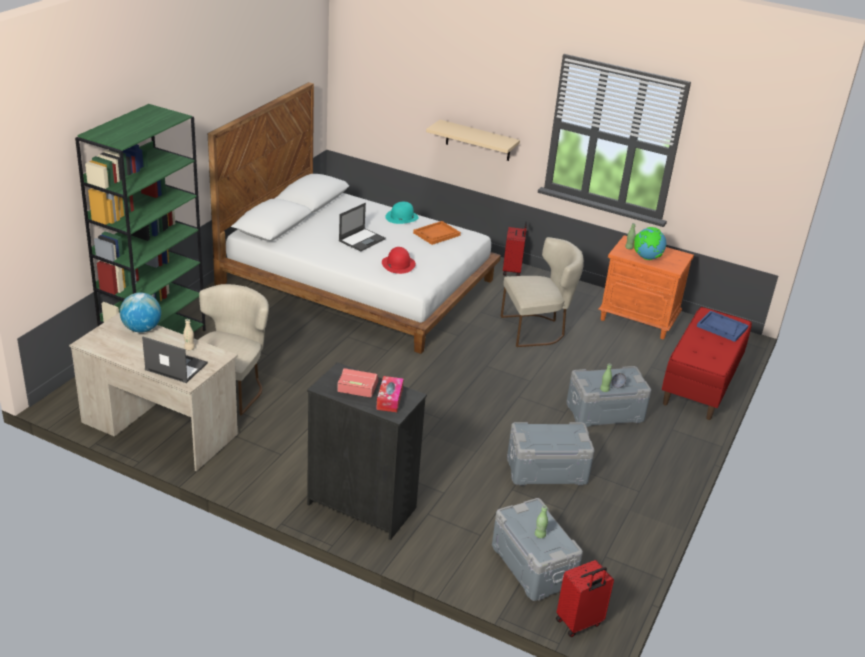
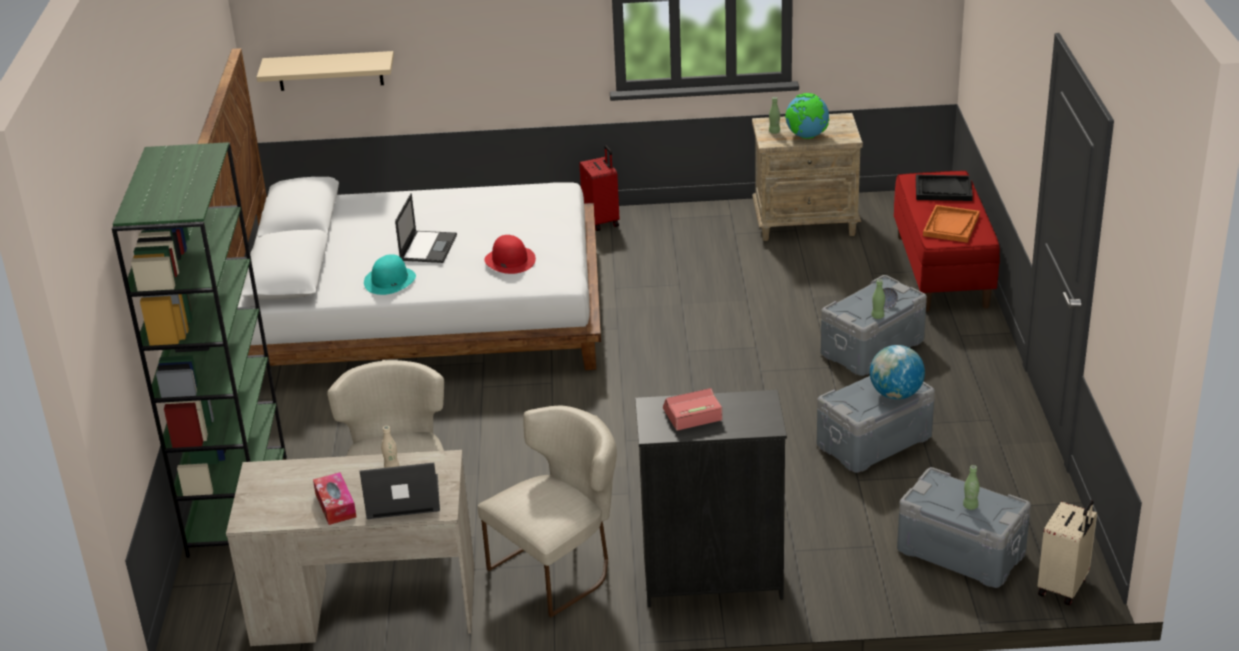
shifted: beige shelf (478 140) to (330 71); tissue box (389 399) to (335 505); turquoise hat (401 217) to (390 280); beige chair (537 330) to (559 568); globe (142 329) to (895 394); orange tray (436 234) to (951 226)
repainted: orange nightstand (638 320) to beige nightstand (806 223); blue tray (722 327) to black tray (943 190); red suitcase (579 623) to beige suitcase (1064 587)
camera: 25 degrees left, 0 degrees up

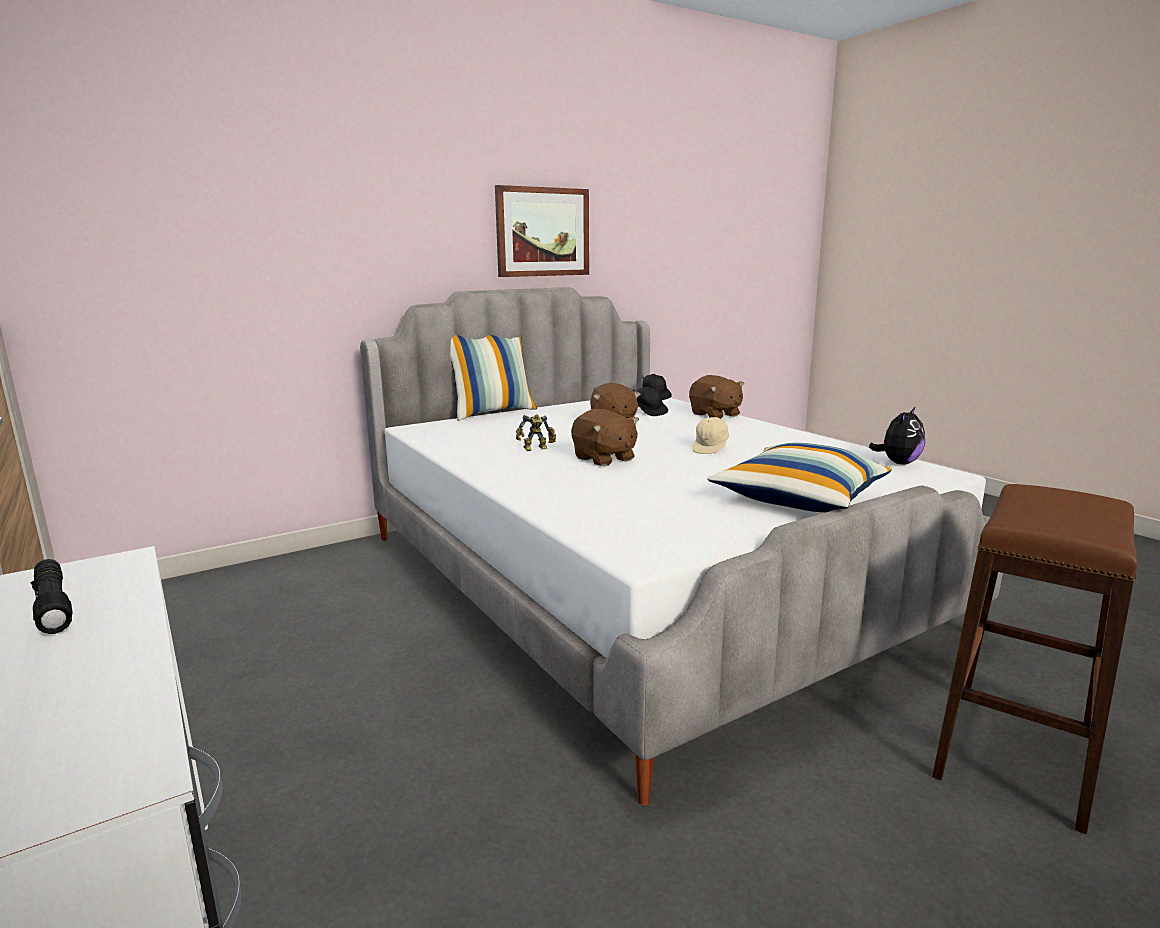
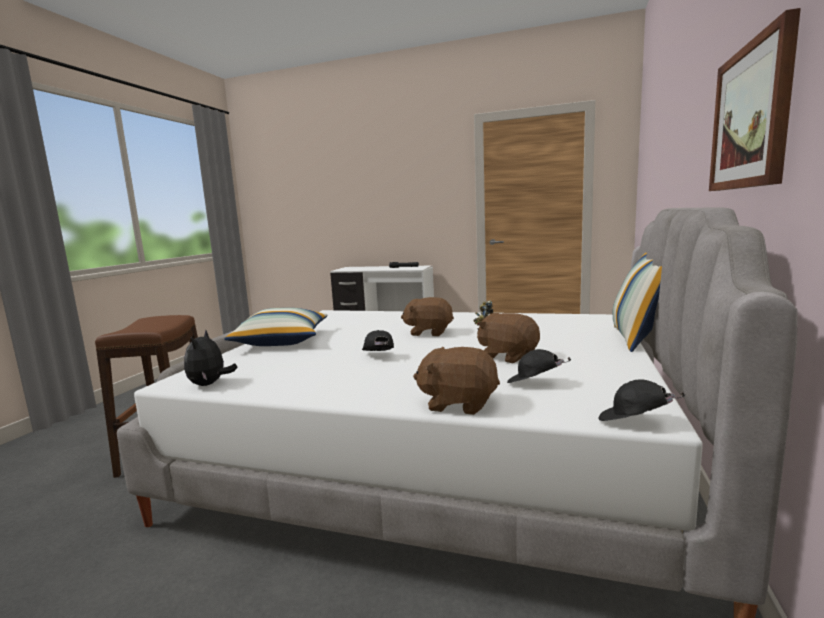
repainted: beige cap (711 448) to black cap (378 357)
camera: 140 degrees right, 5 degrees down

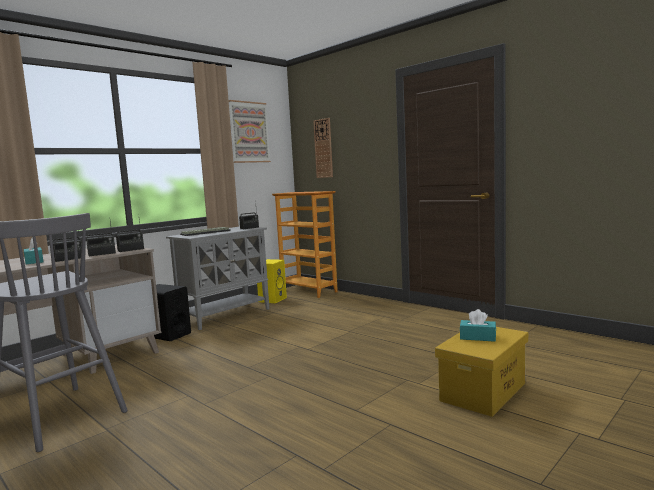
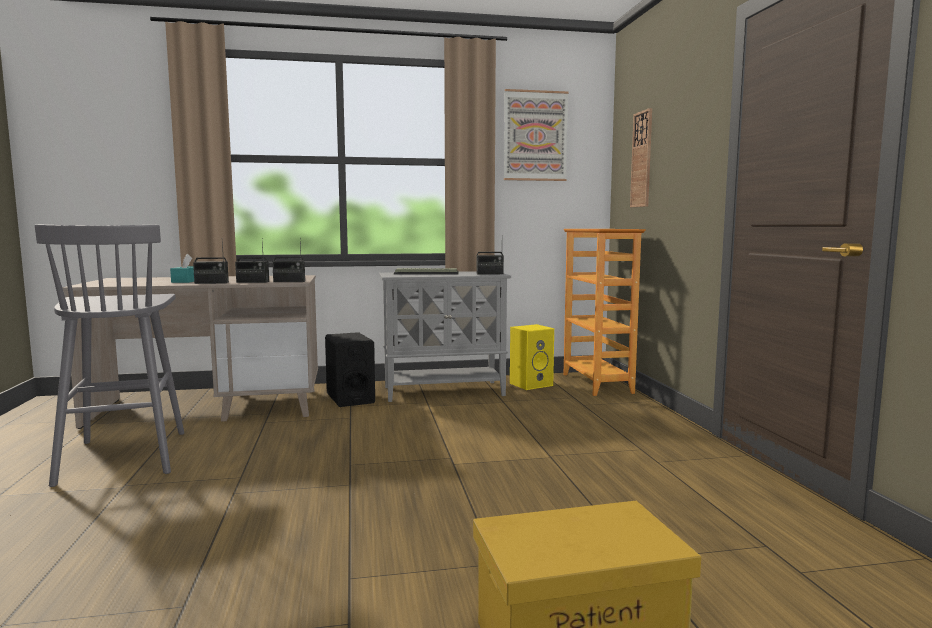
gone: turquoise tissue box (478 337)
camera: 35 degrees right, 0 degrees up

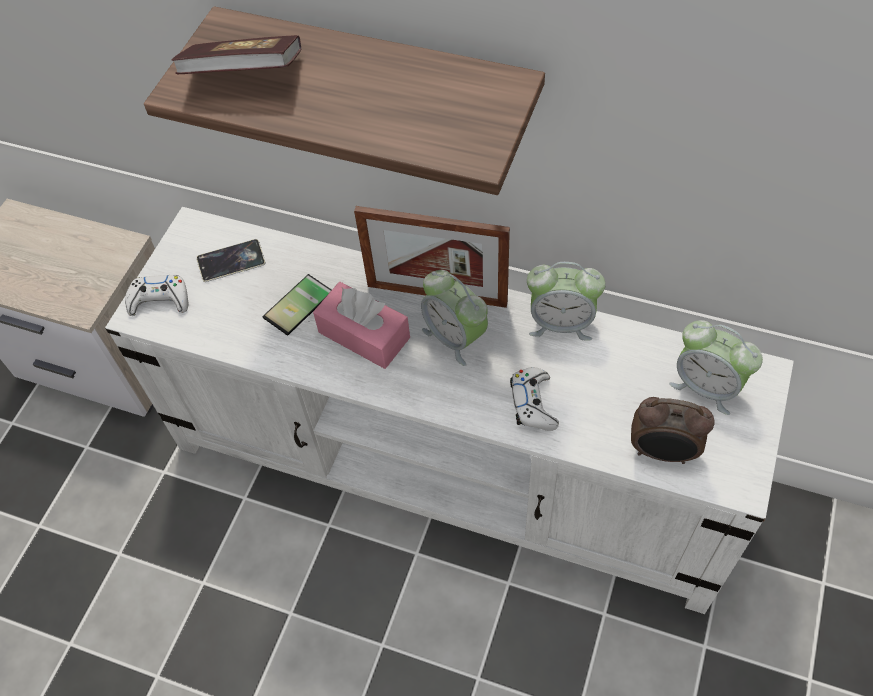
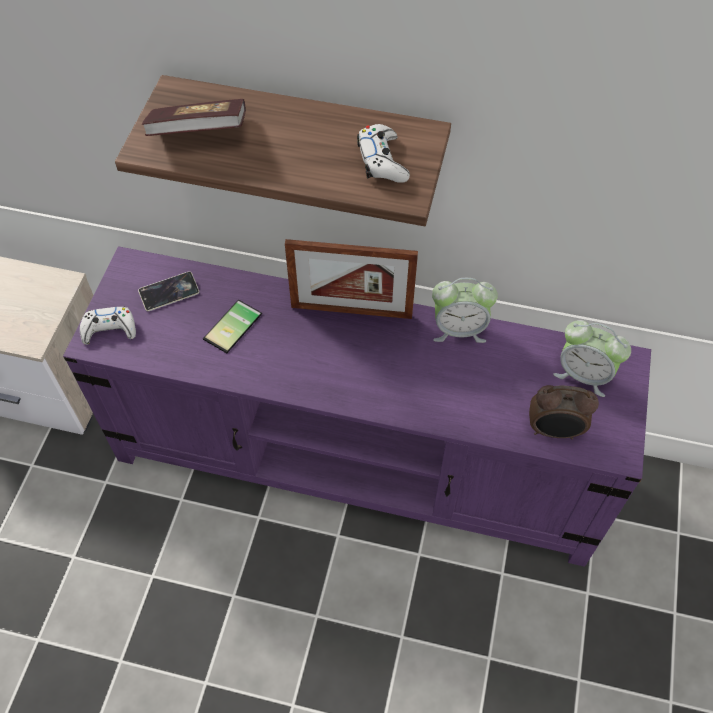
gone: pink tissue box (364 335); alarm clock (455 337)
shifted: white game controller (533 404) to (382 161)
repainted: white tv stand (450 466) to purple tv stand (359 458)
camera: 10 degrees left, 0 degrees up

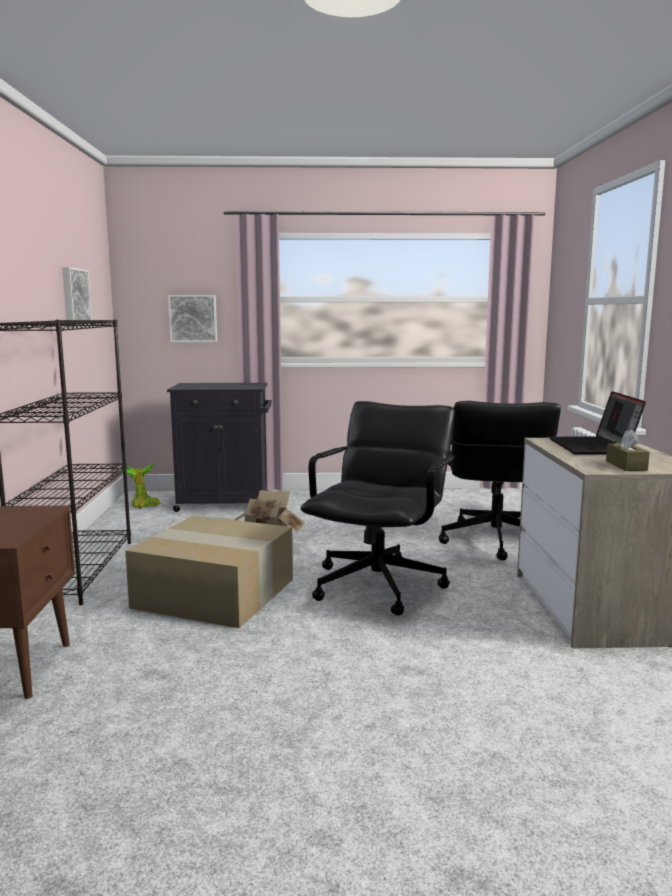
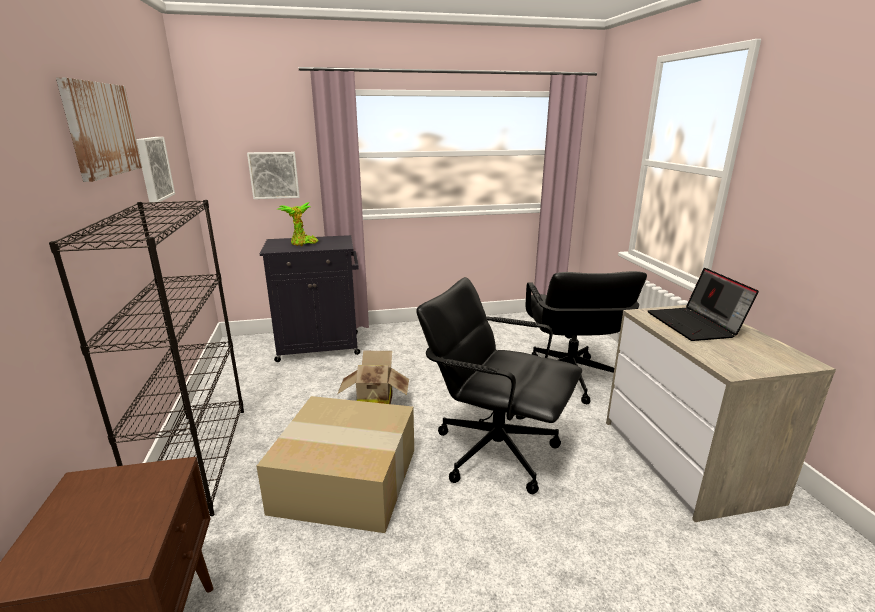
gone: brown tissue box (626 466)
new: picture (101 129)
shifted: potted plant (143 506) to (302 244)
rotated: black office chair (379 585) = (495 450) 75 degrees counterclockwise
camera: 10 degrees left, 10 degrees up

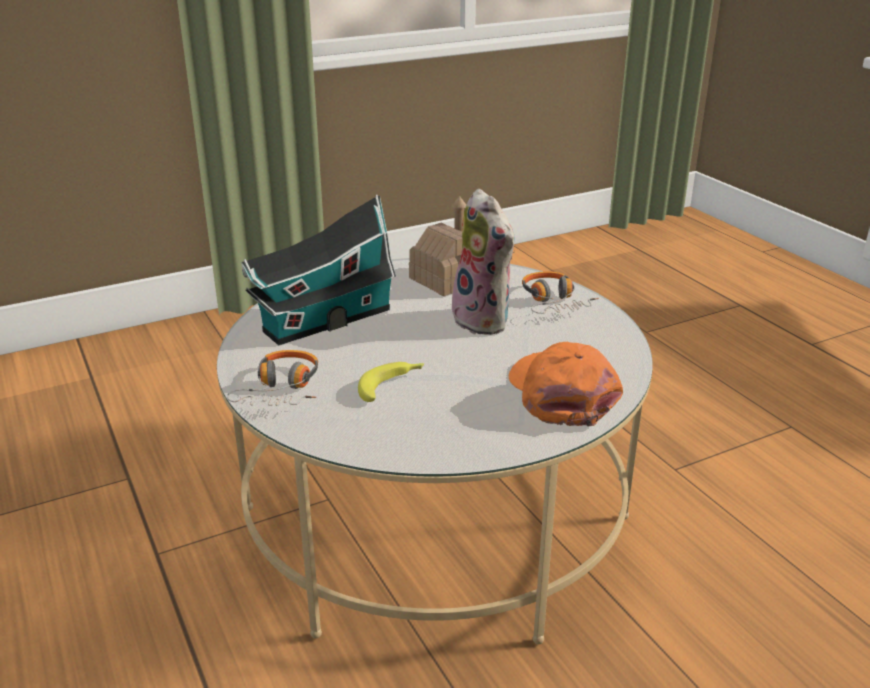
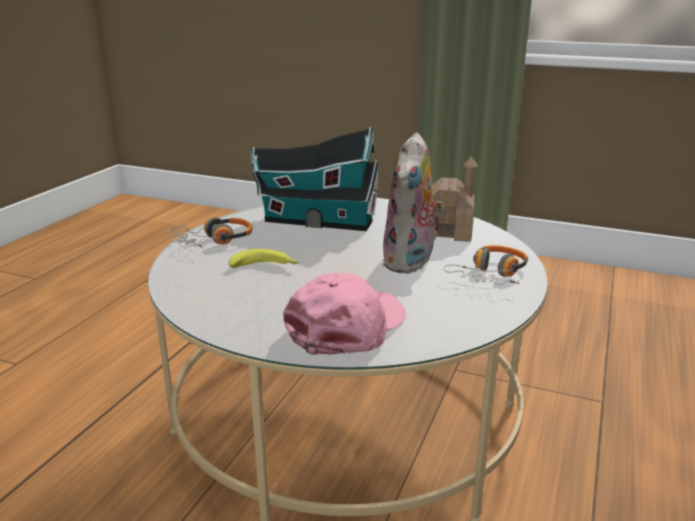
repainted: orange cap (561 393) to pink cap (347 326)
camera: 50 degrees right, 5 degrees down

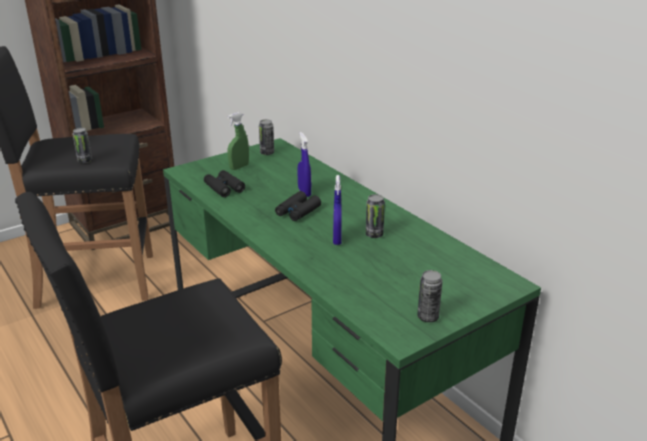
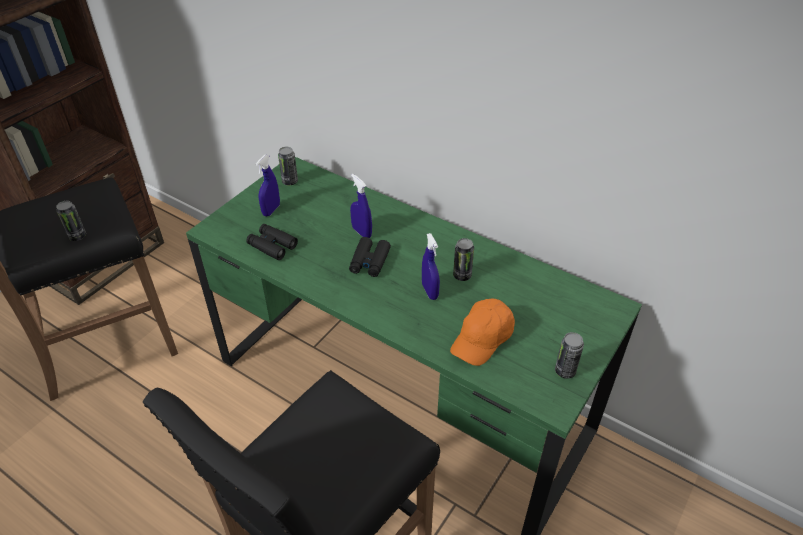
new: orange cap (483 339)
repainted: green spray bottle (239 167) to blue spray bottle (271 210)
camera: 20 degrees left, 15 degrees up

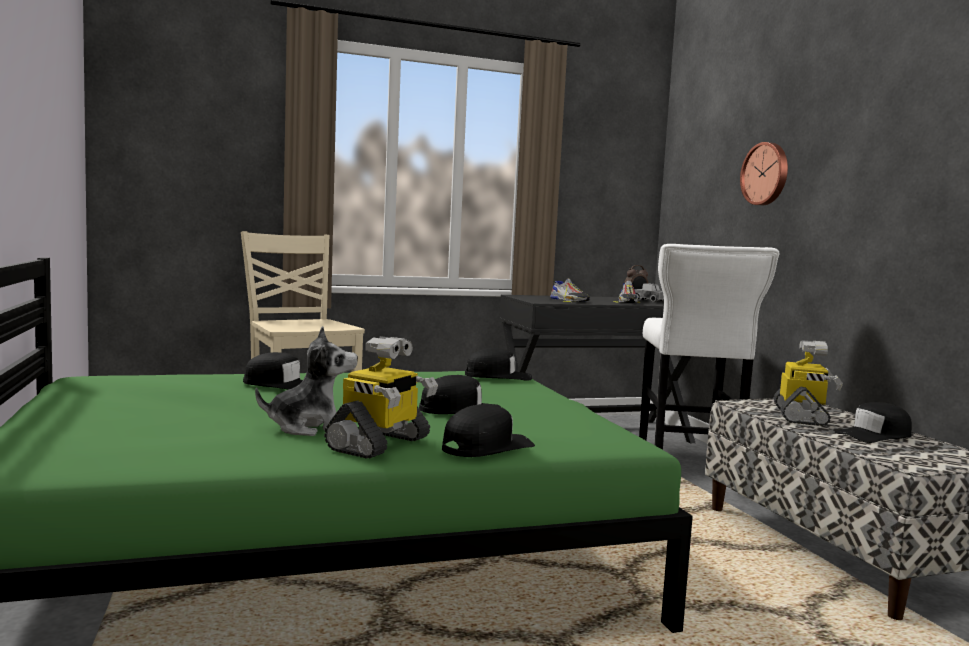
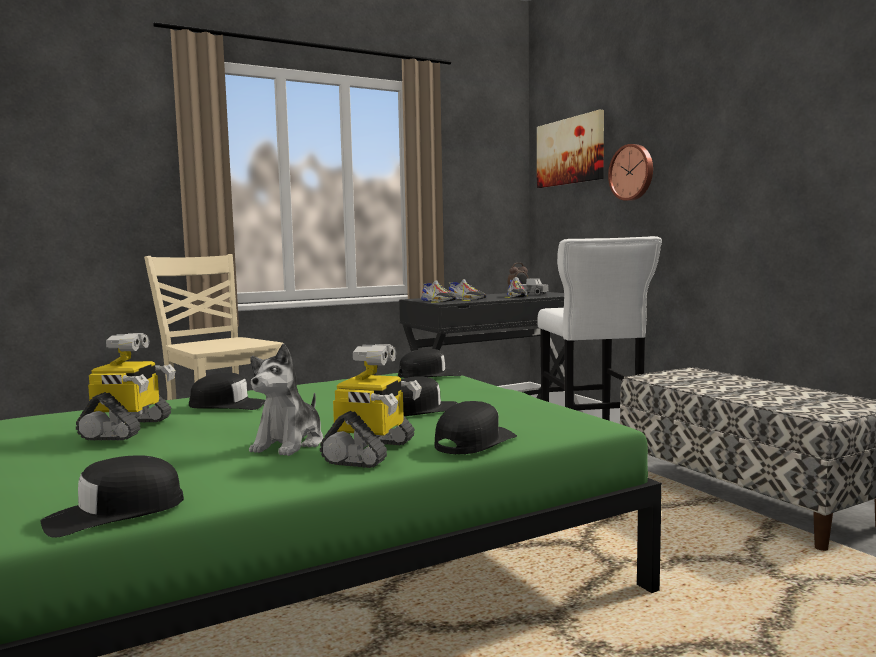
new: shoe (438 301); picture (570 151)
shifted: black cap (874 435) to (115 513); toy robot (801 417) to (129 429)
rotated: plush toy (310 427) = (290 444) 135 degrees clockwise
camera: 10 degrees left, 0 degrees up

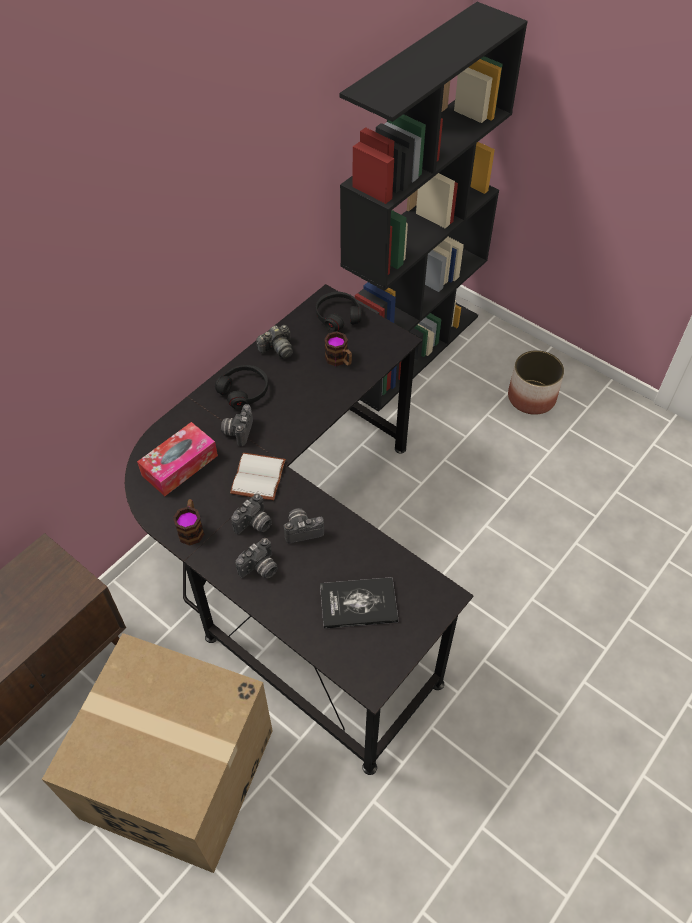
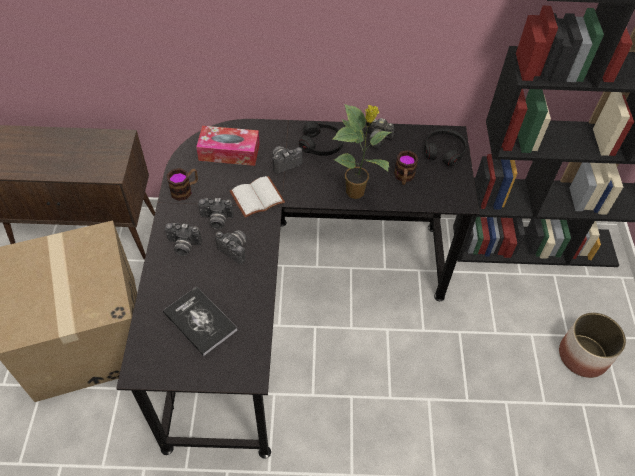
new: potted plant (356 192)
camera: 50 degrees right, 0 degrees up

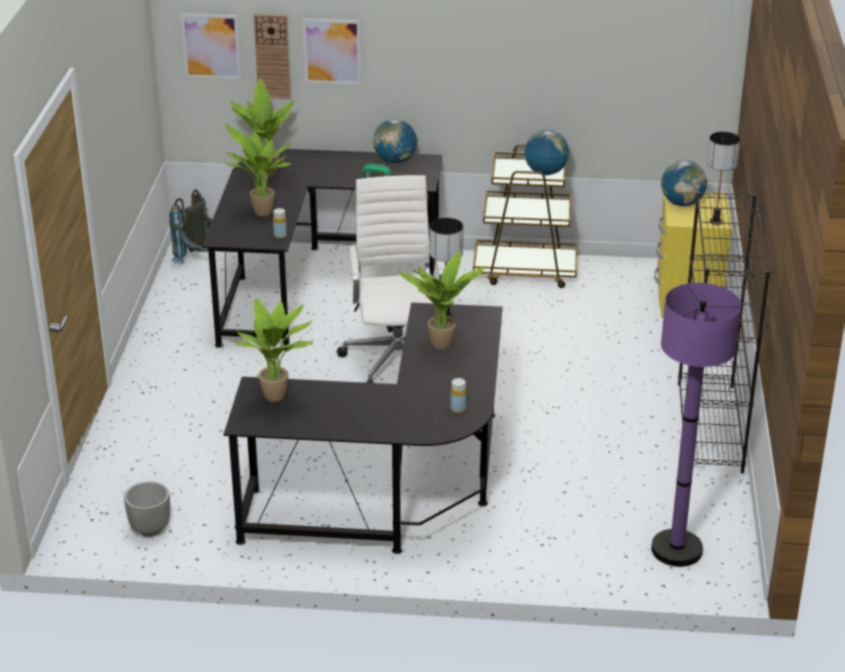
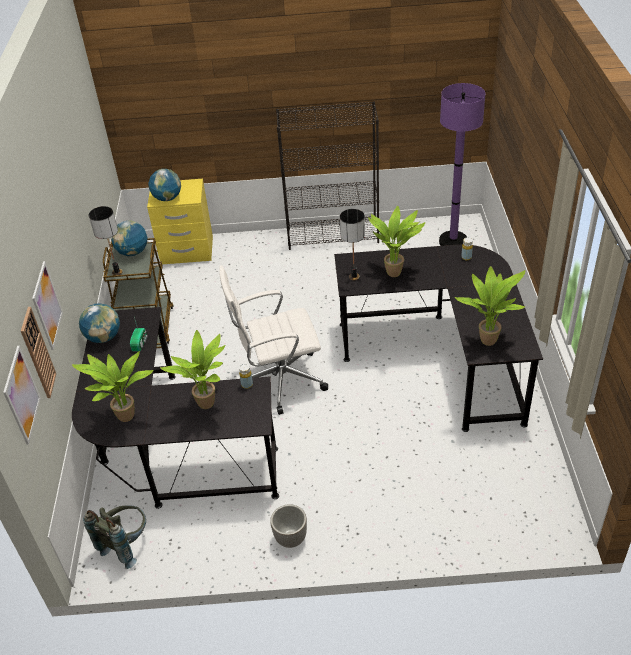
shifted: table lamp (715 222) to (117 272); planter (150 529) to (291 539)
camera: 95 degrees left, 10 degrees up

